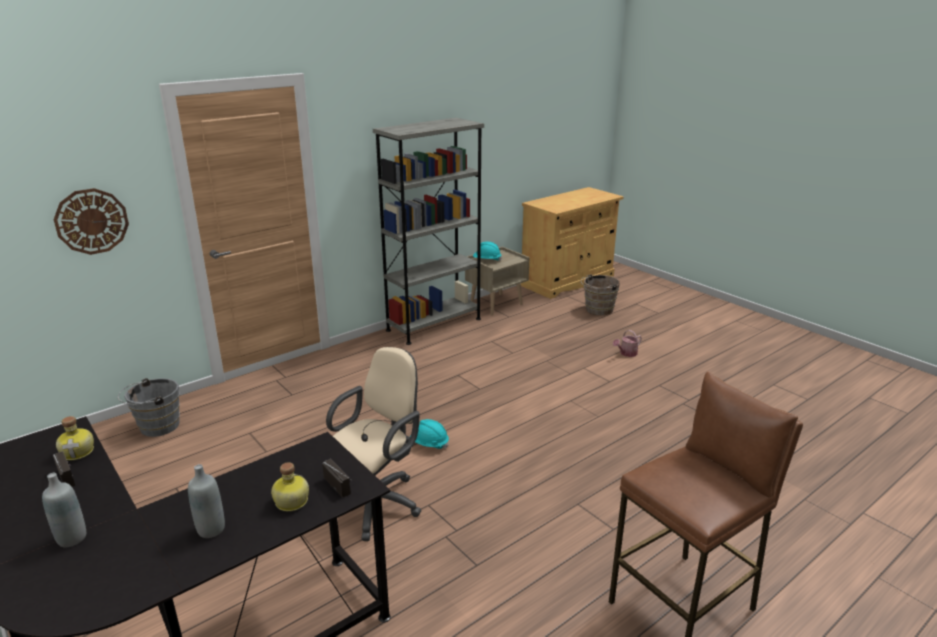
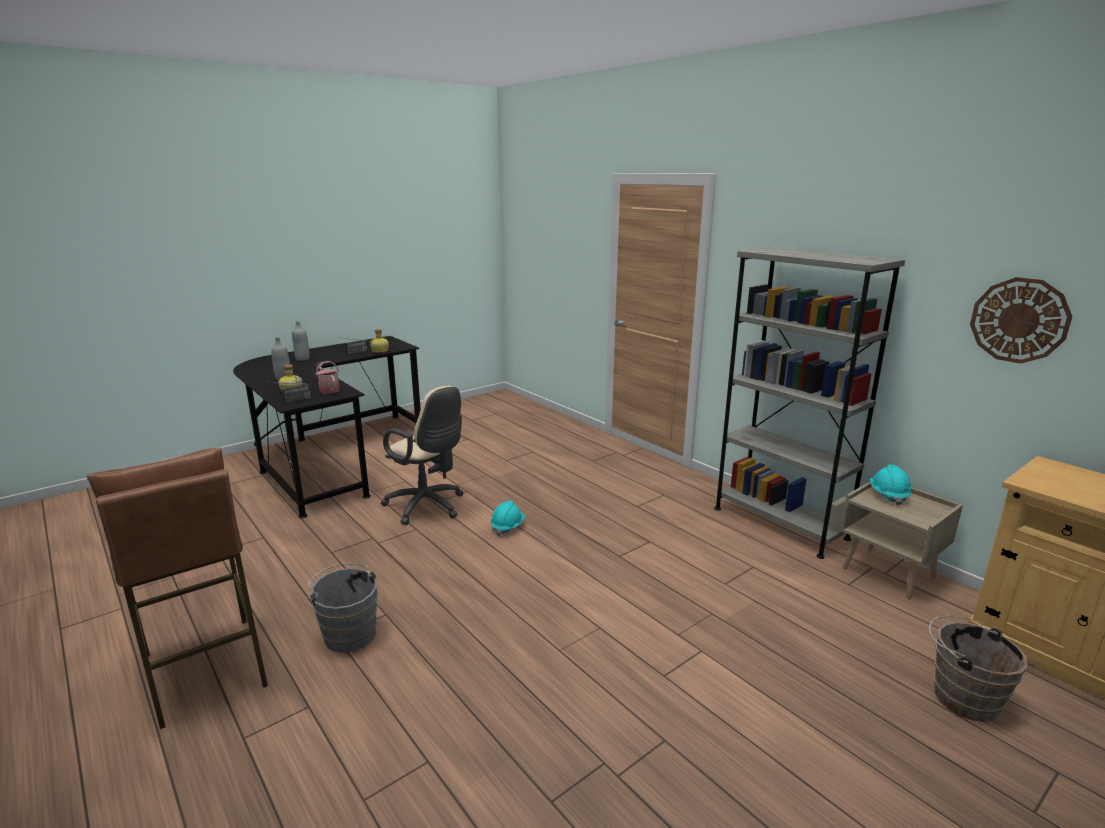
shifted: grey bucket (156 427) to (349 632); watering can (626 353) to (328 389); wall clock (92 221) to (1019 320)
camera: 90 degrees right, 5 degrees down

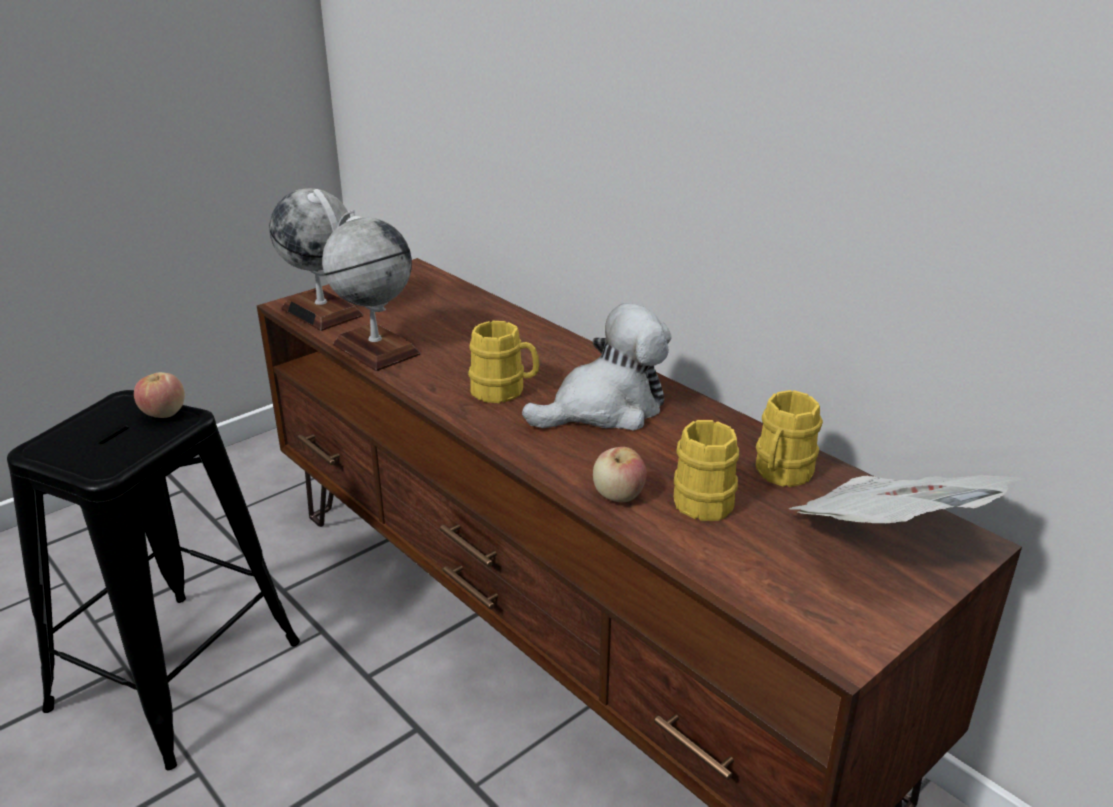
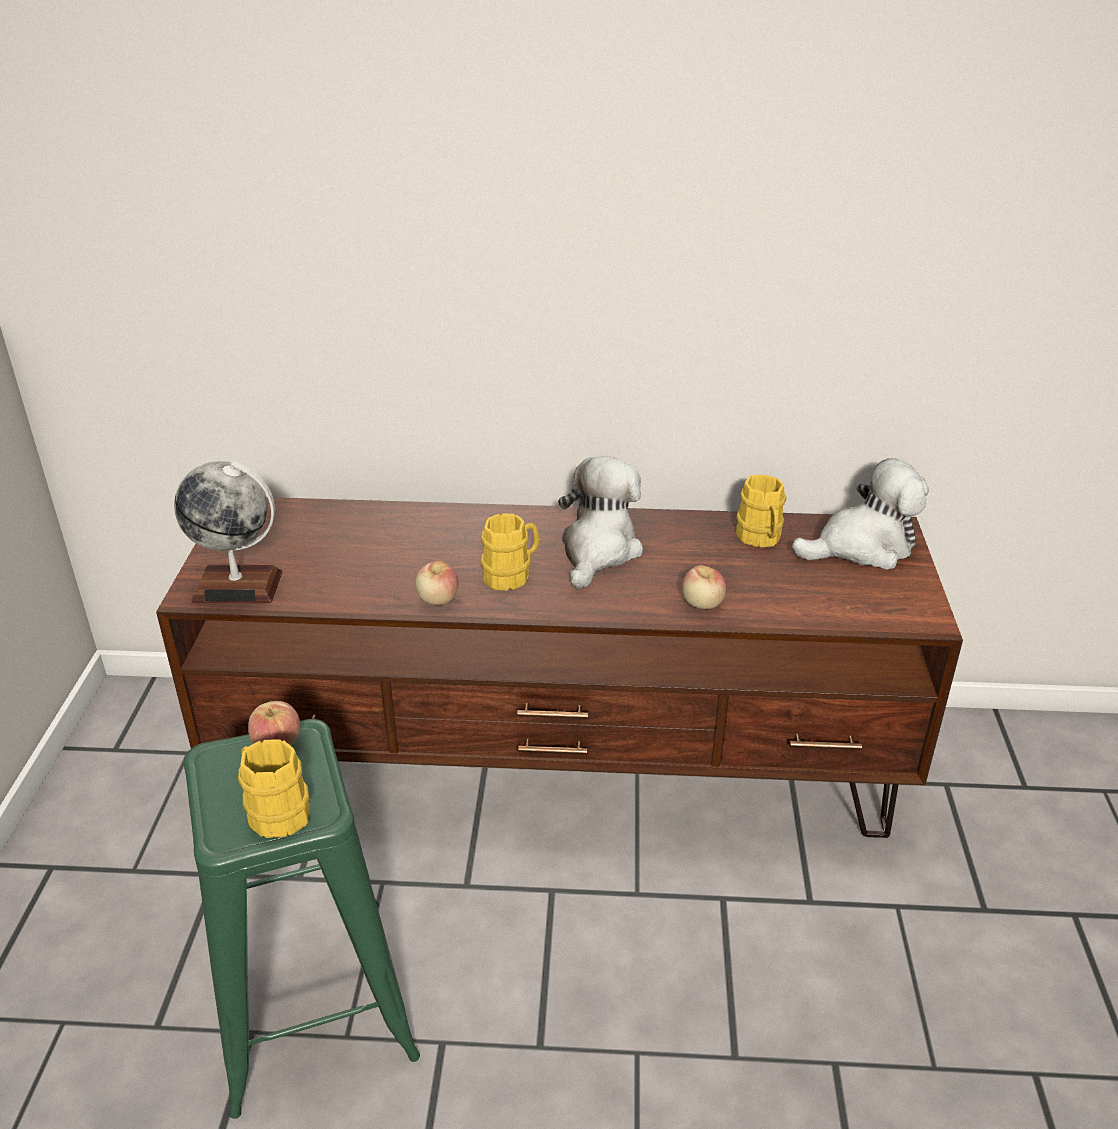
gone: globe (375 349)
new: apple (438 600)
shifted: yellow mug (702 497) to (274 811)
swapped: newspaper (889 539) to plush toy (862 547)
repainted: black stool (177 675) to green stool (310 1001)
camera: 45 degrees left, 5 degrees up

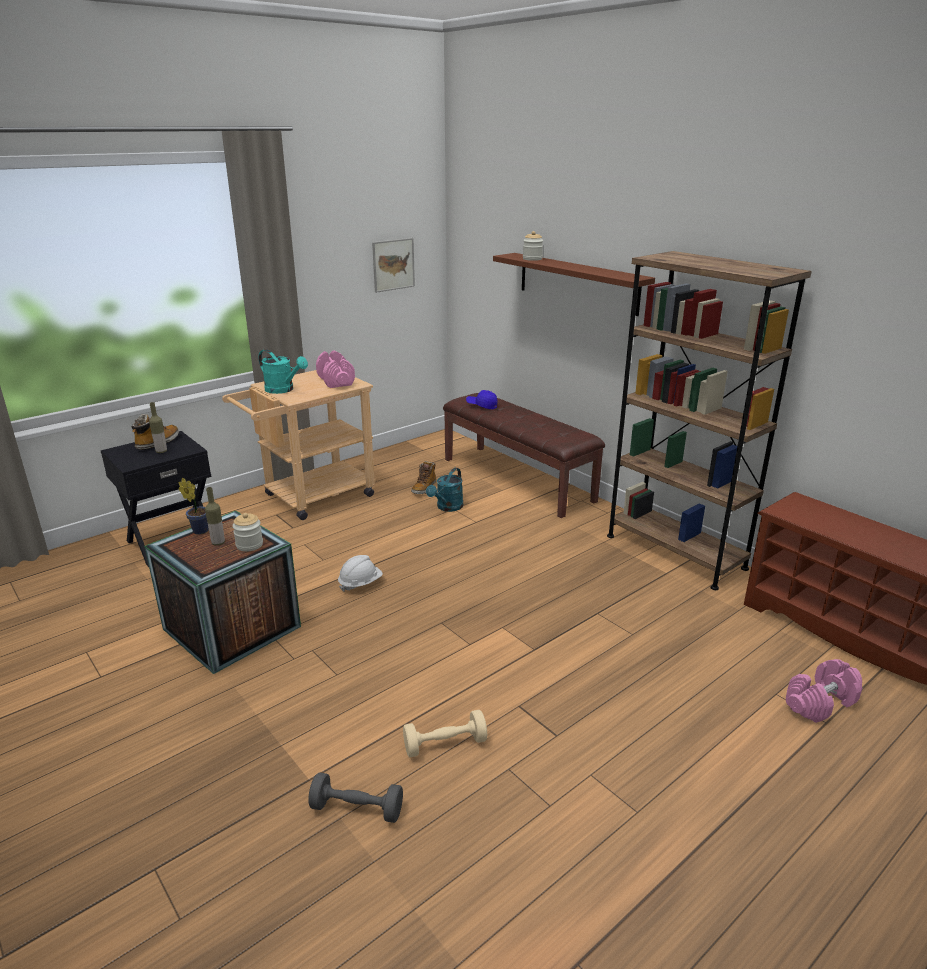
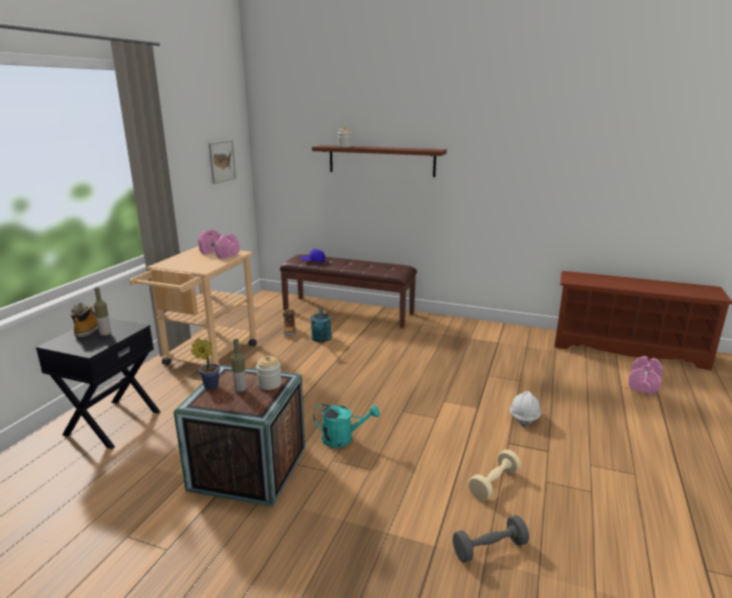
gone: brown bookcase (675 552)
shifted: turquoise watering can (283 390) to (343 439); white hard hat (360 583) to (524 417)
camera: 30 degrees left, 5 degrees down

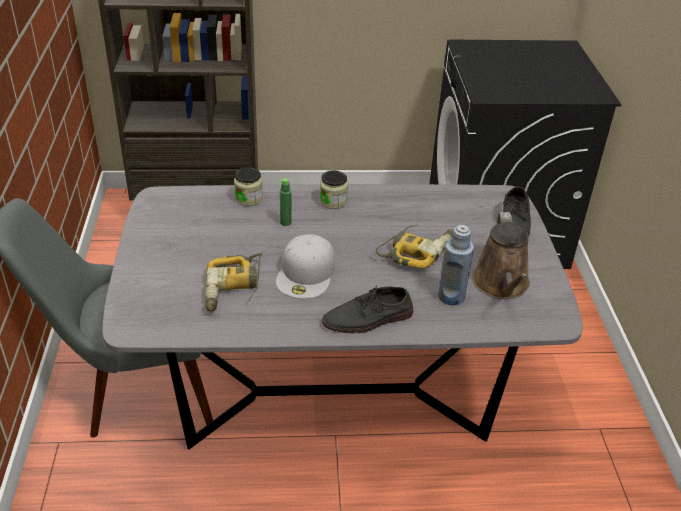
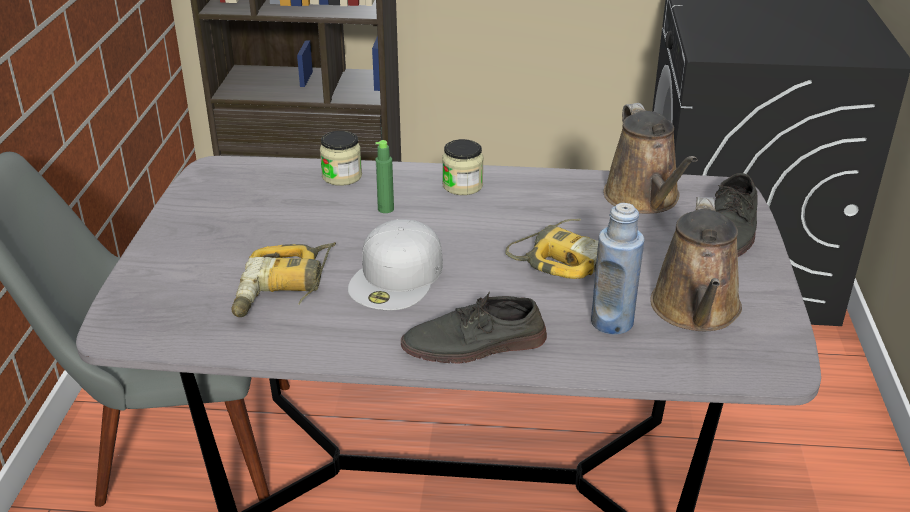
new: brown watering can (644 199)
camera: 10 degrees right, 5 degrees down

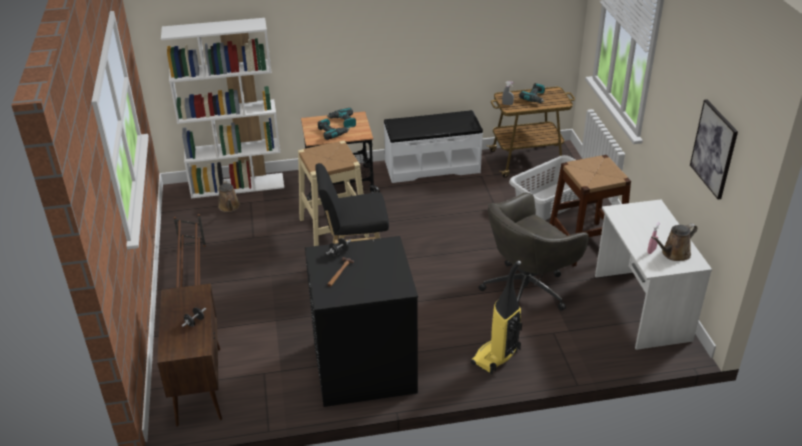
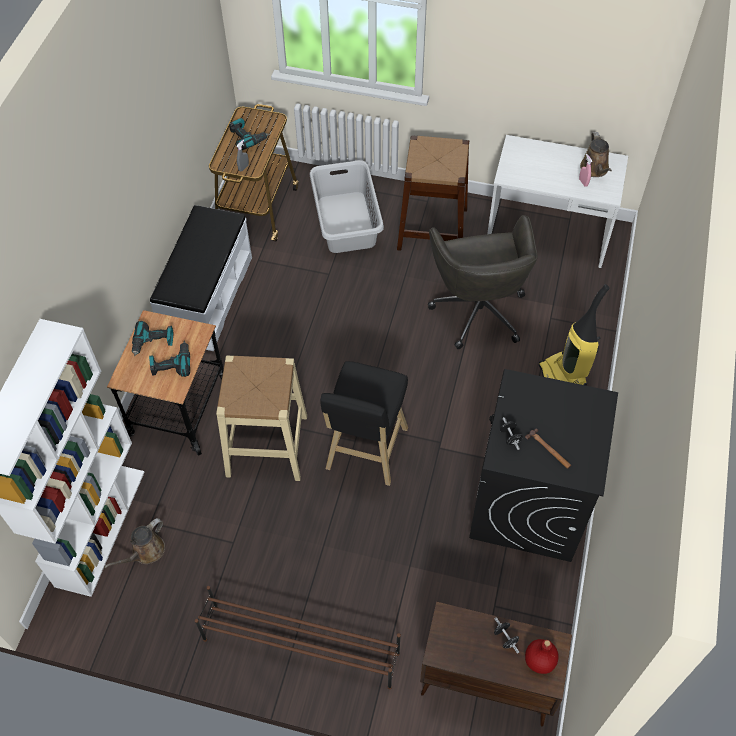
gone: picture (714 149)
new: red bottle (539 660)
rotated: brown watering can (229 207) = (145 552) 120 degrees clockwise
camera: 65 degrees left, 20 degrees up

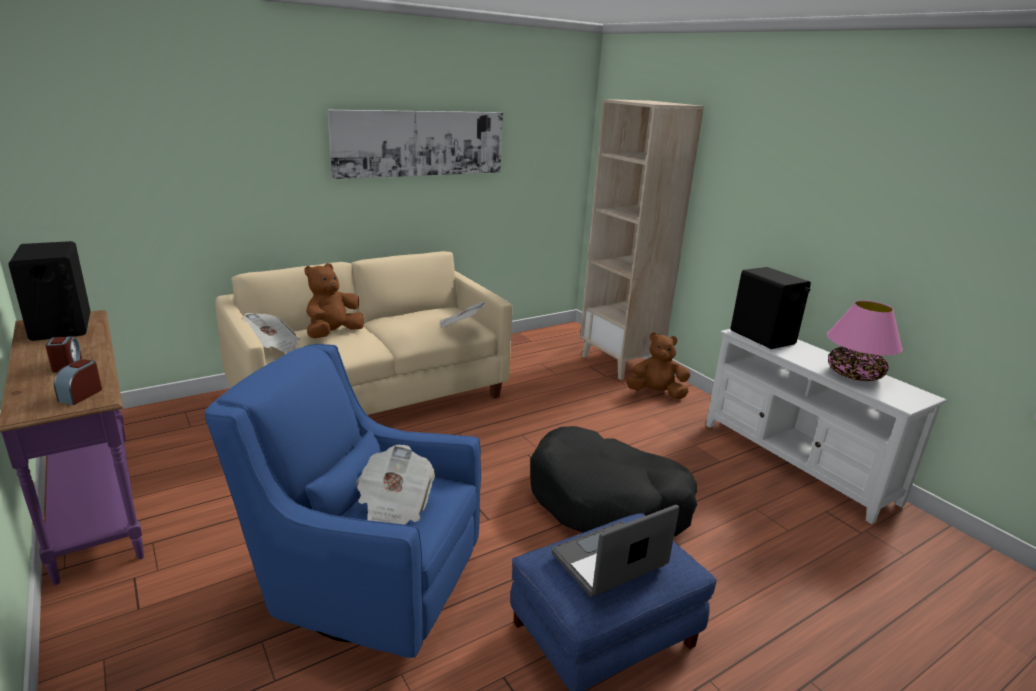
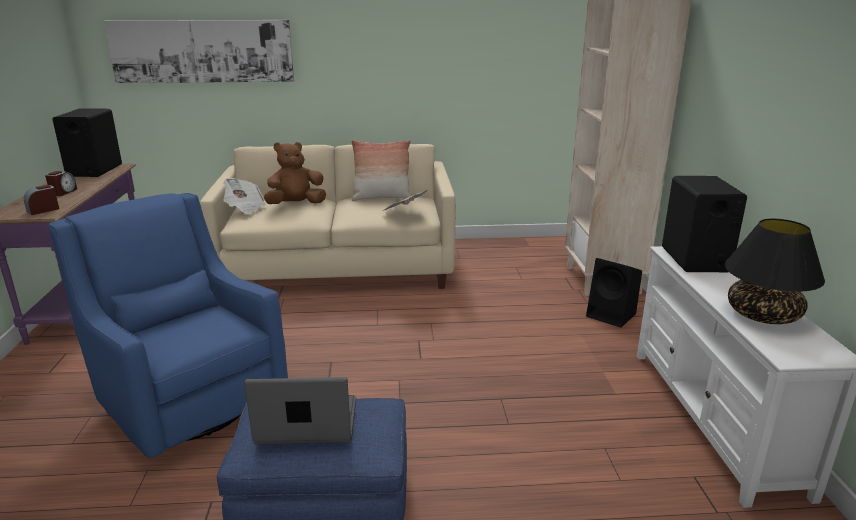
gone: newspaper (394 505); black dog bed (607 501)
new: pillow (381 198)
shifted: picture (420 143) to (202 51)
swapped: brown plush toy (656 393) to black speaker (612 315)
repainted: pink table lamp (853 375) to black table lamp (762 315)
camera: 30 degrees right, 0 degrees up

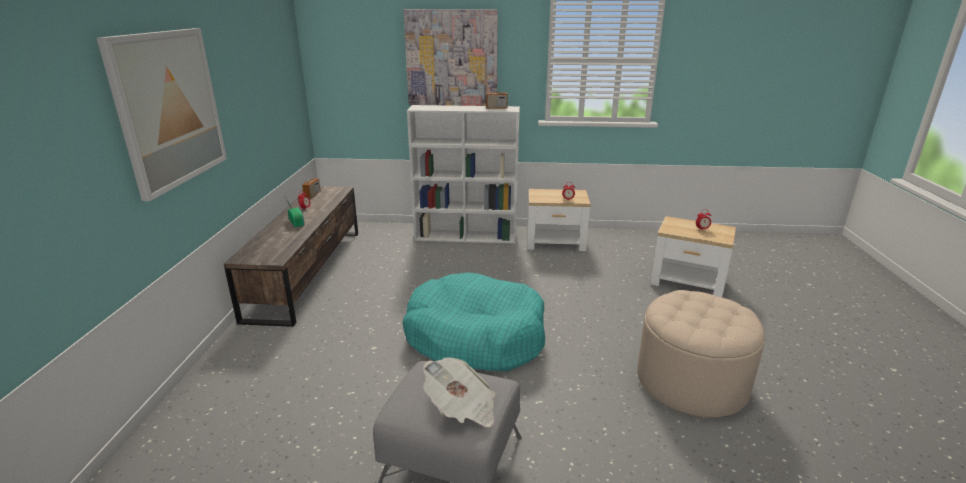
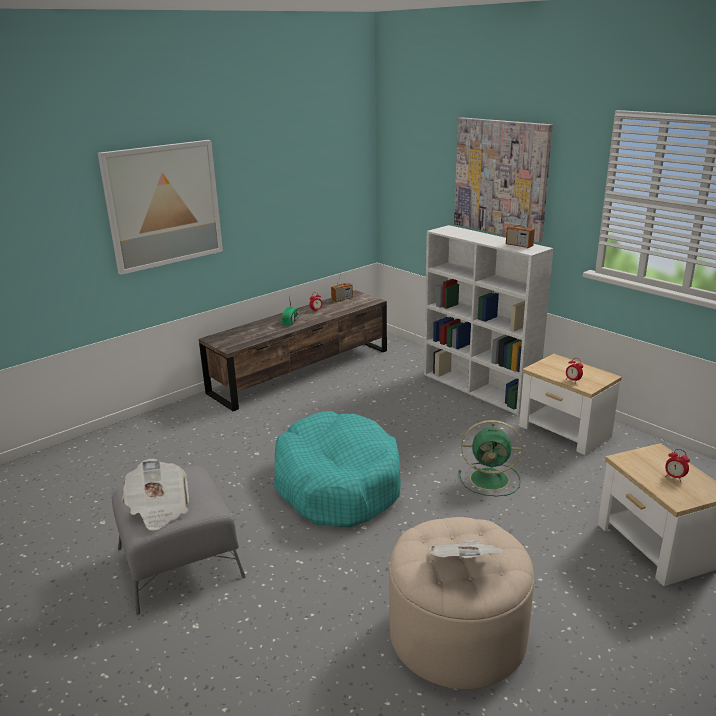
new: newspaper (464 565); green fan (491 479)
camera: 45 degrees right, 0 degrees up

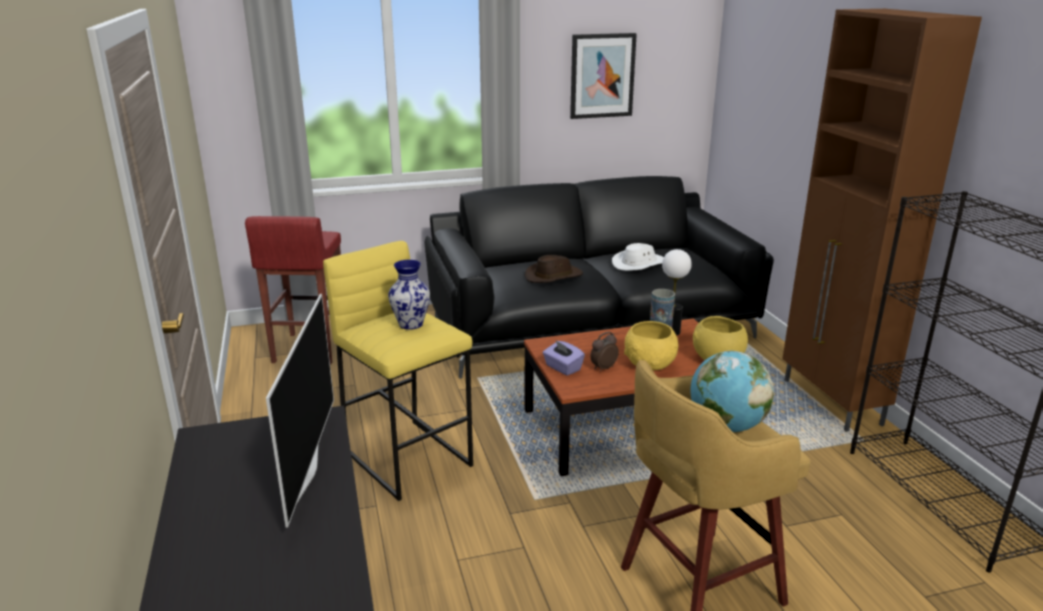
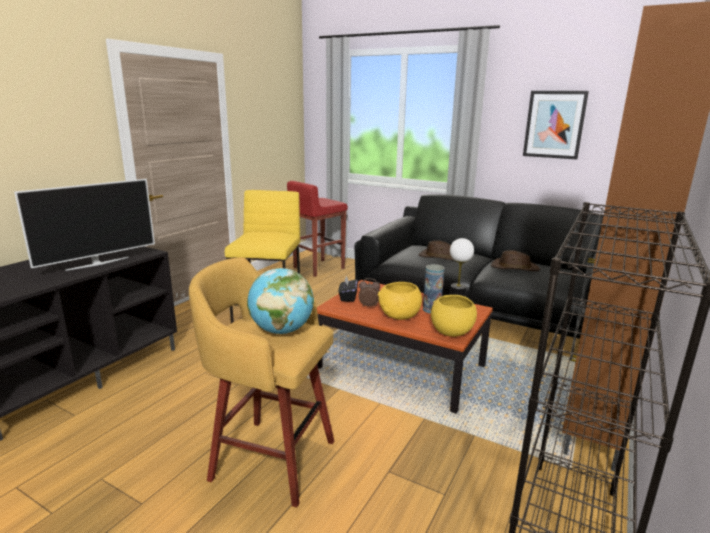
gone: vase (411 324)
repainted: purple tissue box (562 368) to black tissue box (348 297); white hat (639 264) to brown hat (514 268)
camera: 45 degrees right, 5 degrees down

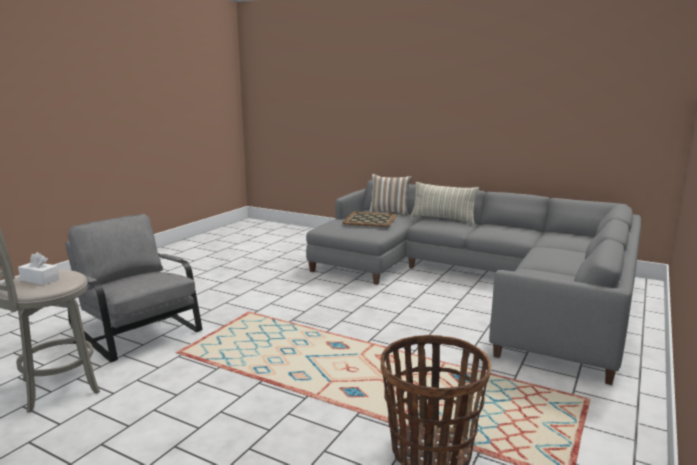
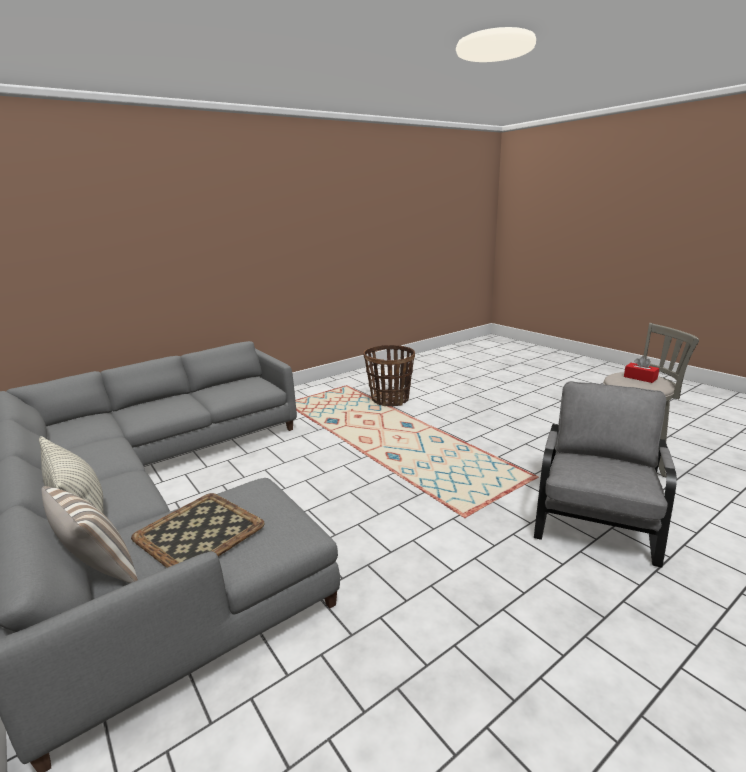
repainted: white tissue box (40 280) to red tissue box (640 378)
rotated: grey armchair (137 329) = (597 517) 135 degrees counterclockwise
camera: 155 degrees left, 5 degrees up

